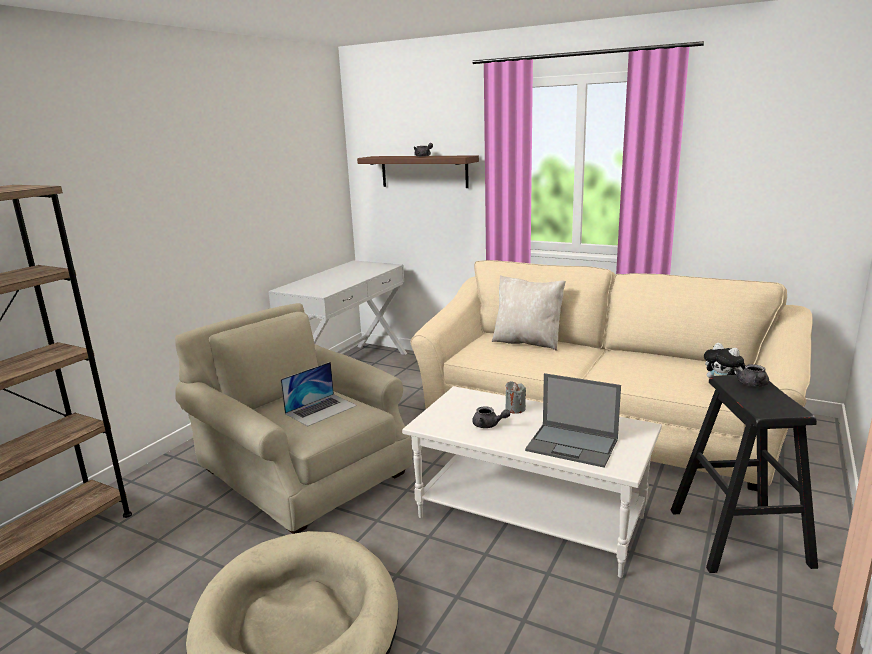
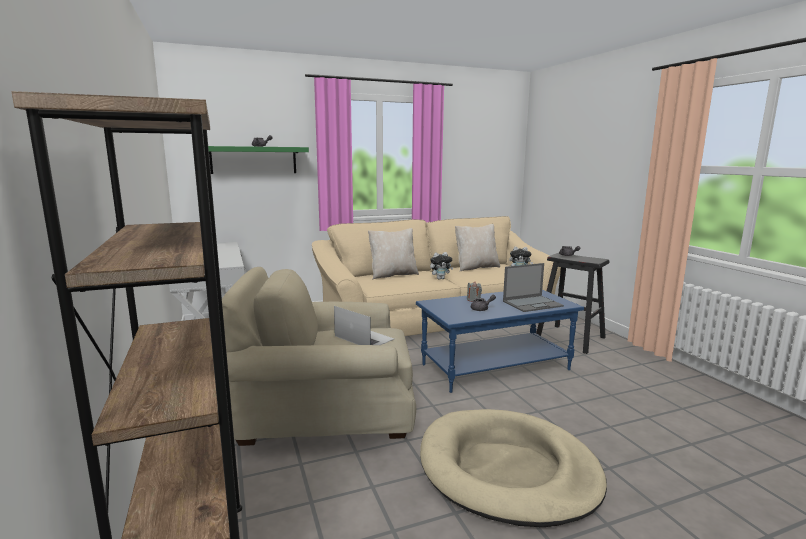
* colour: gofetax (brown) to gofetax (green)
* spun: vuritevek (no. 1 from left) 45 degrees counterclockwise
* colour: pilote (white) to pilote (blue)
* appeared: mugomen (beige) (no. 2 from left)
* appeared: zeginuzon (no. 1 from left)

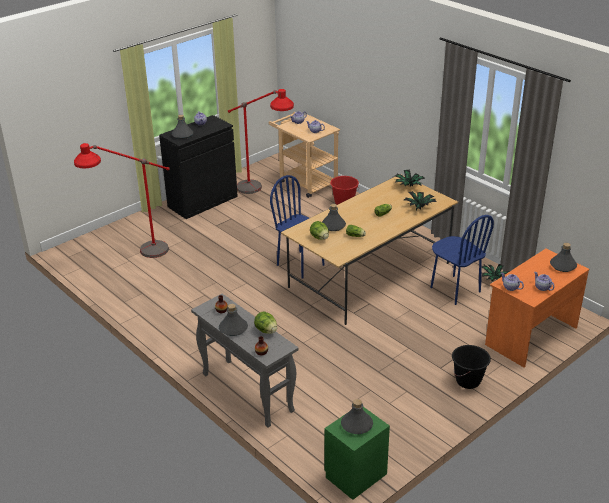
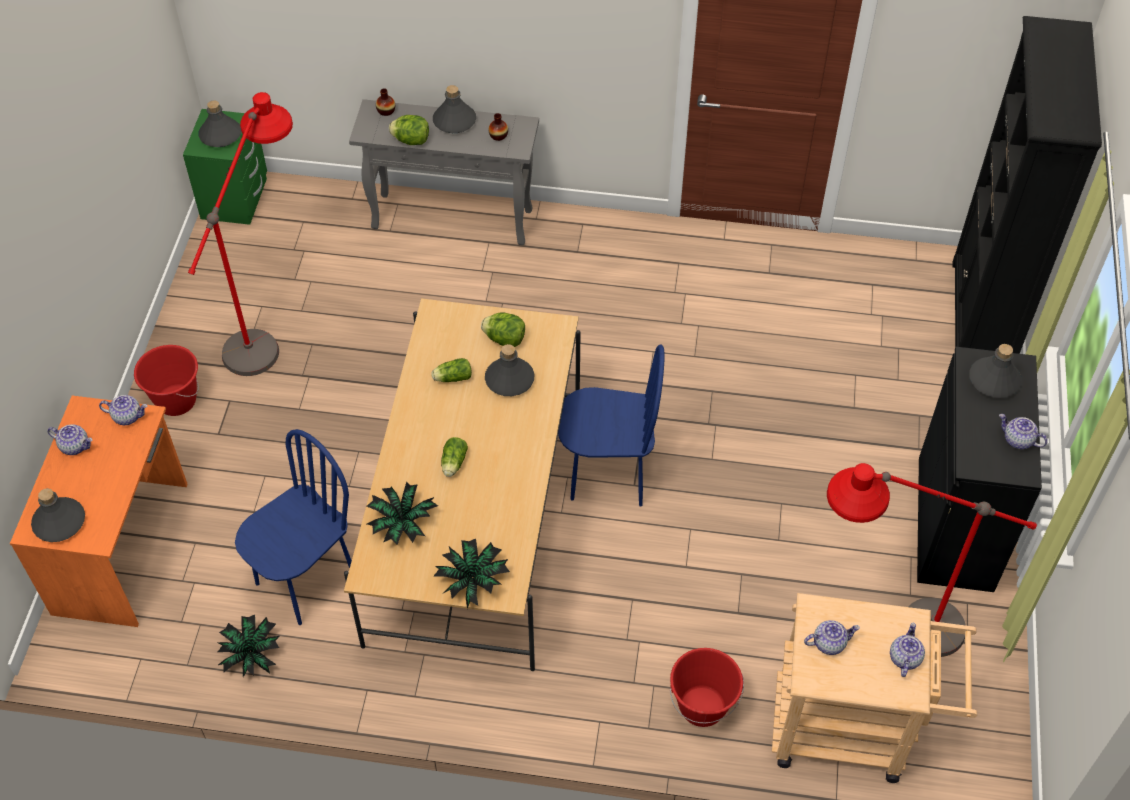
* relocated: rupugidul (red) (no. 1 from left)
* spun: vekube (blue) (no. 2 from left in the first image) 120 degrees clockwise
* colour: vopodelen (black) to vopodelen (red) (no. 1 from left)
* appeared: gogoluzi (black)

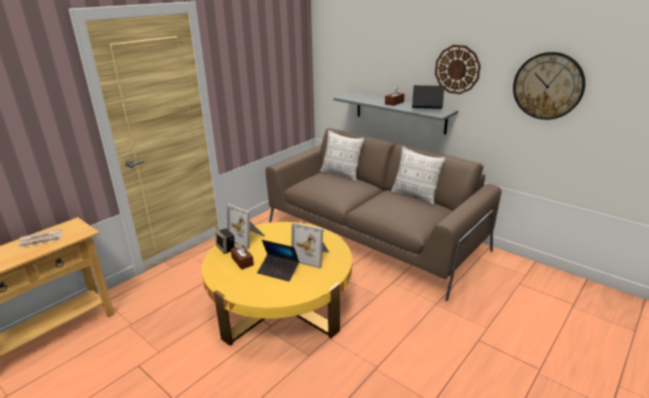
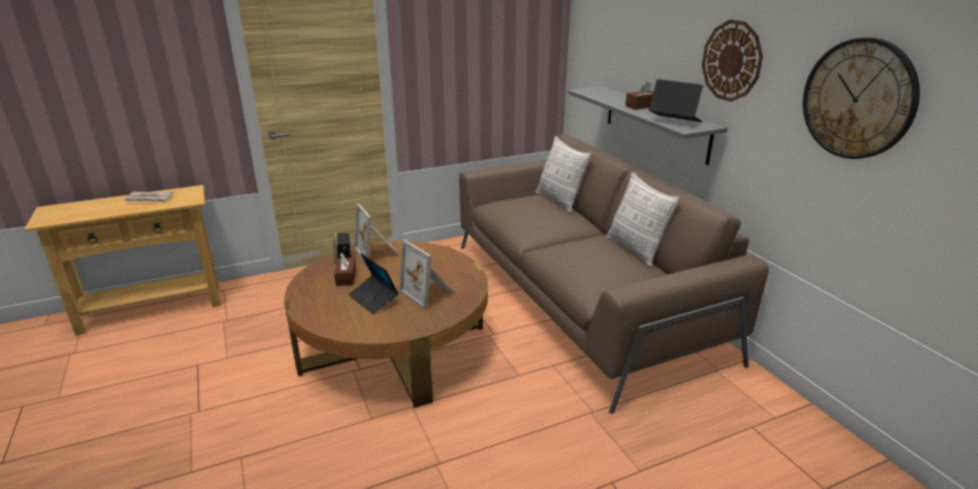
* colour: pilote (yellow) to pilote (brown)

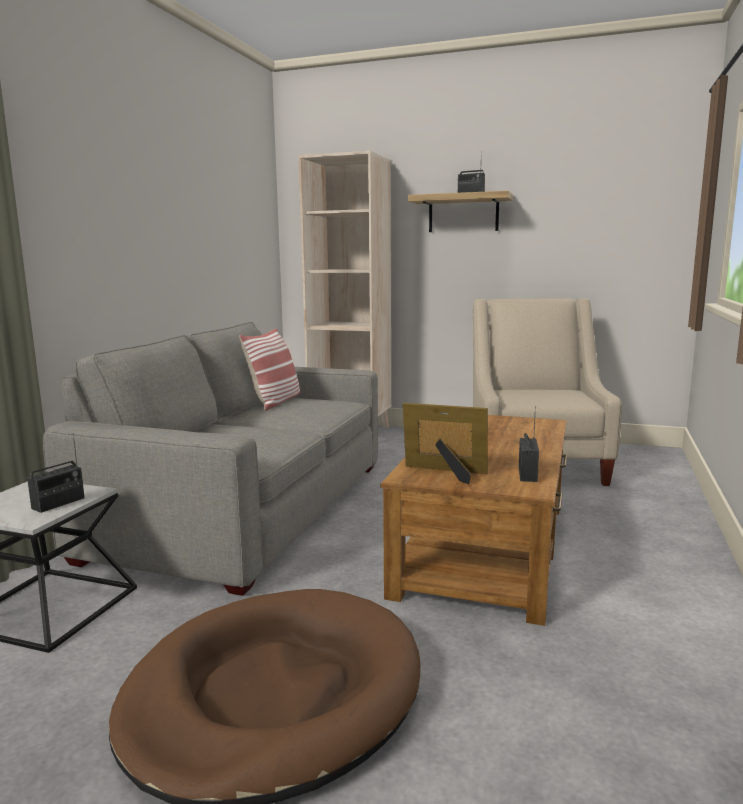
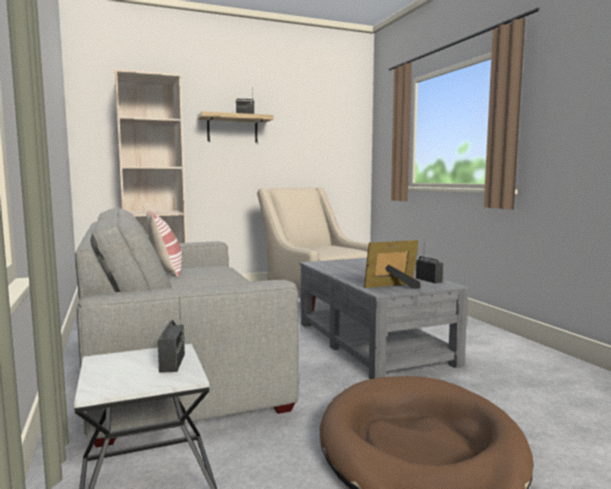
* colour: pilote (brown) to pilote (grey)

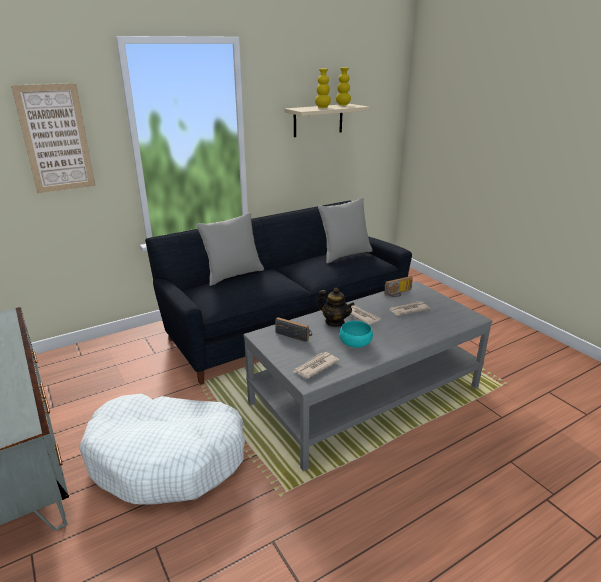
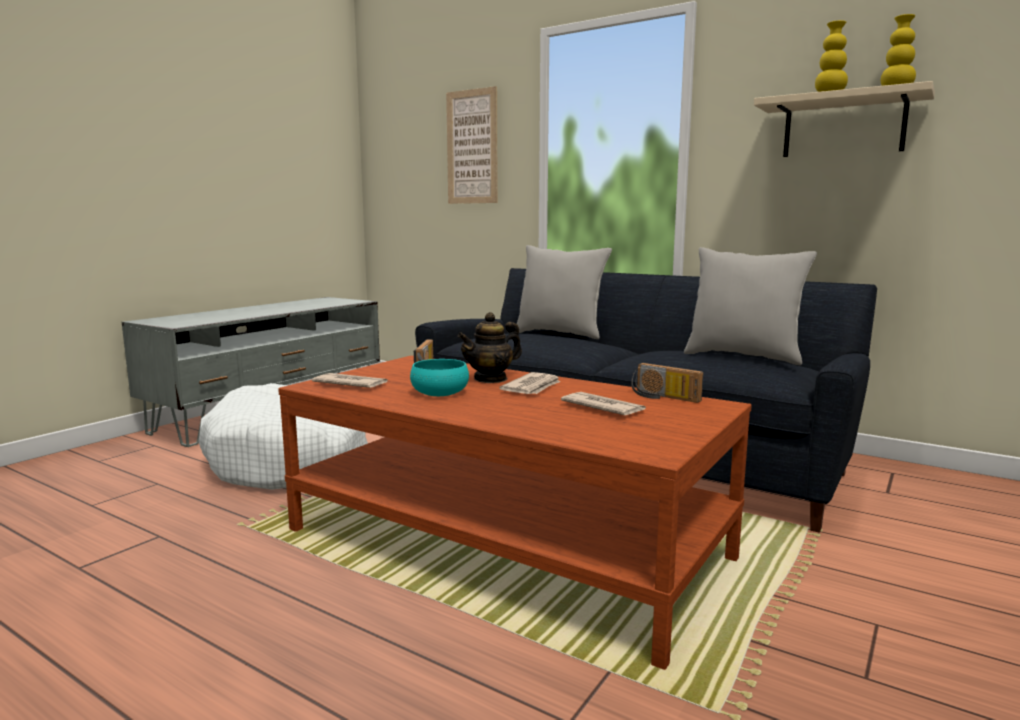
* colour: pilote (grey) to pilote (brown)
* spun: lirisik 45 degrees clockwise

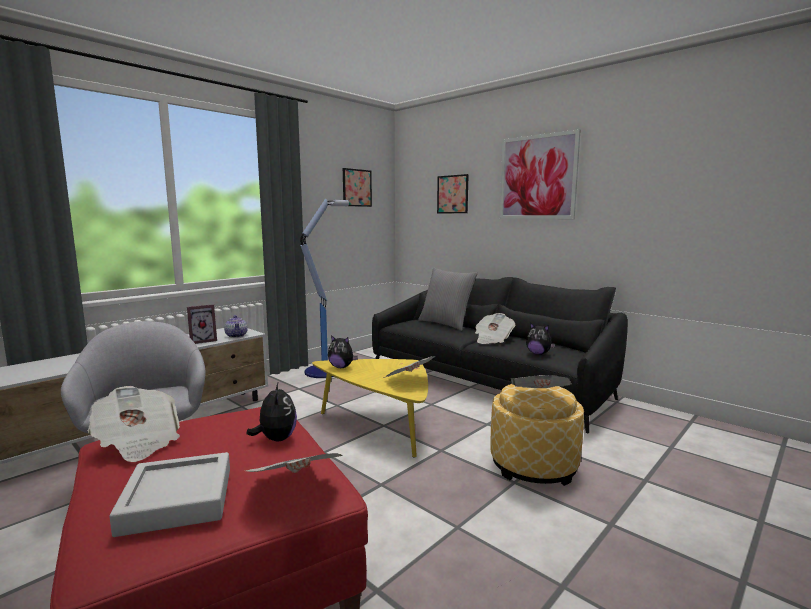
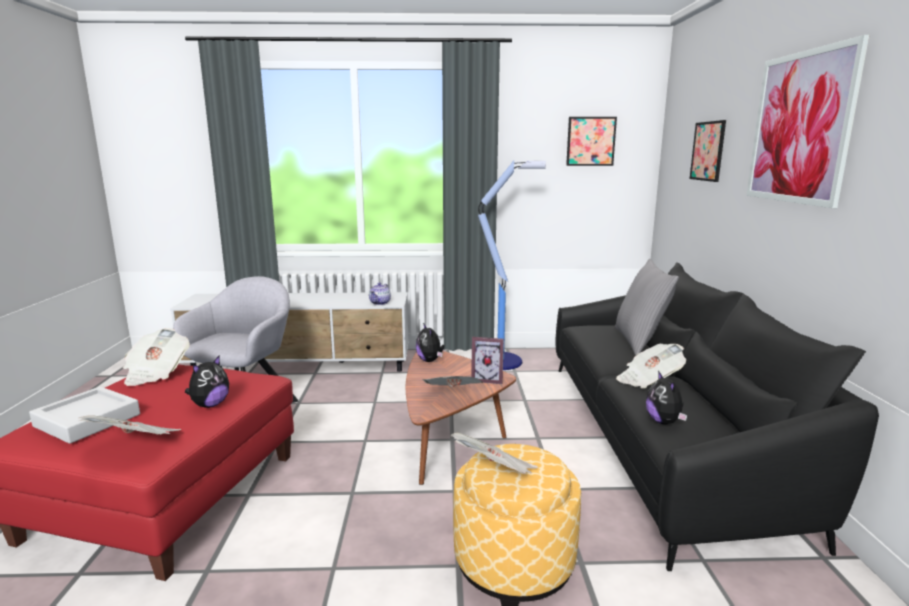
* relocated: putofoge
* colour: pilote (yellow) to pilote (brown)

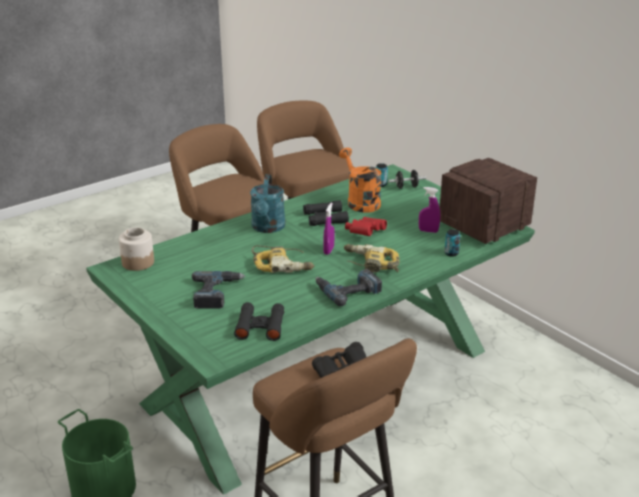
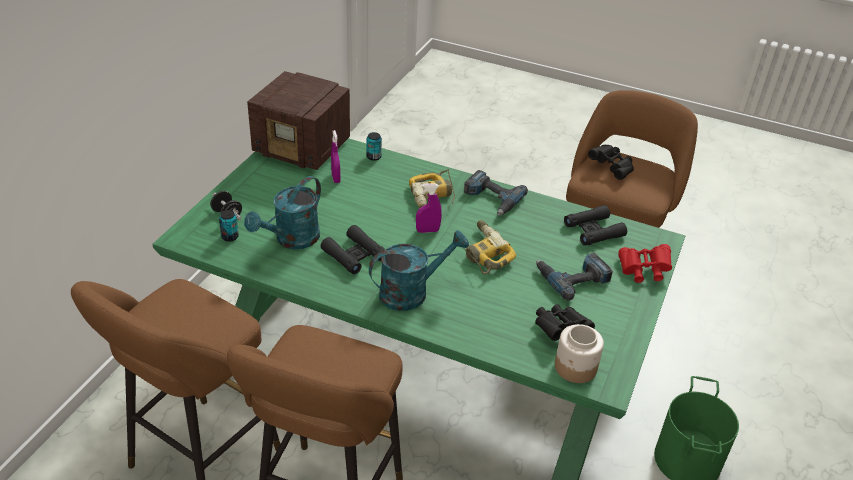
* colour: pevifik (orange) to pevifik (turquoise) (no. 1 from left)
* relocated: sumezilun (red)
* appeared: sumezilun (black) (no. 2 from left)

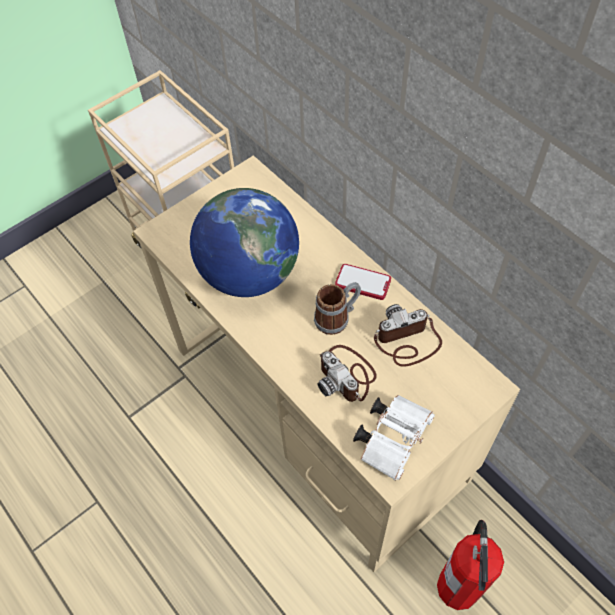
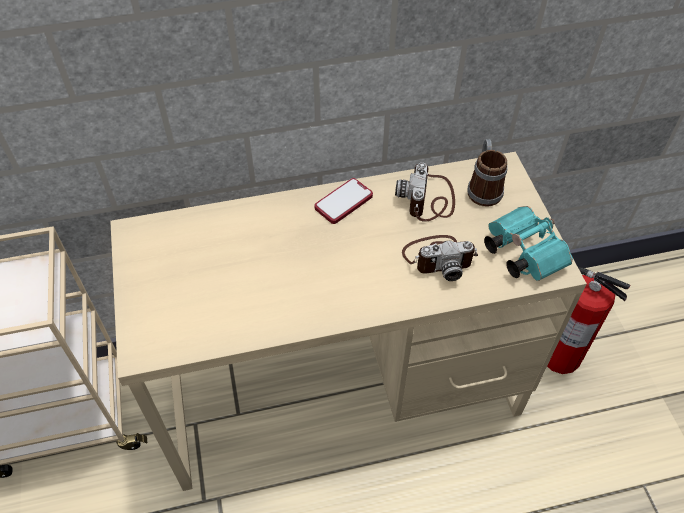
* missing: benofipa
* relocated: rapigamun
* colour: sumezilun (white) to sumezilun (turquoise)

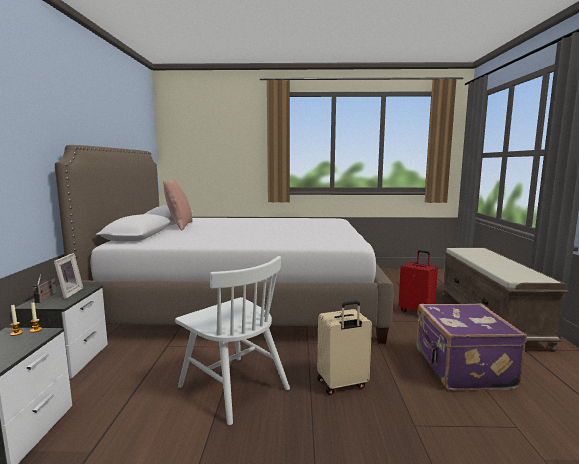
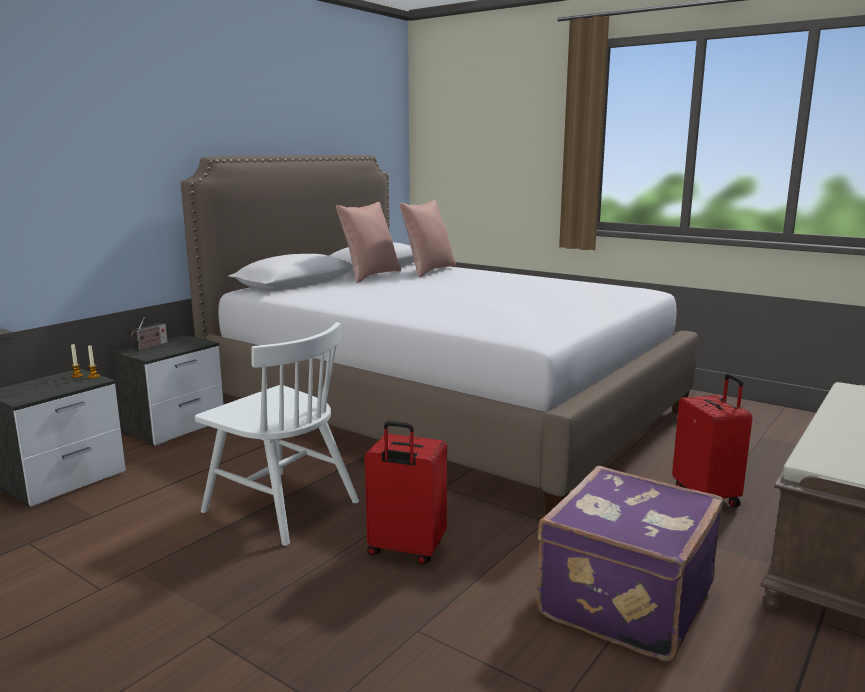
* missing: putofoge
* spun: vekube (white) 45 degrees counterclockwise
* colour: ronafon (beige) to ronafon (red) (no. 1 from left)
* appeared: mugomen (pink) (no. 2 from left)

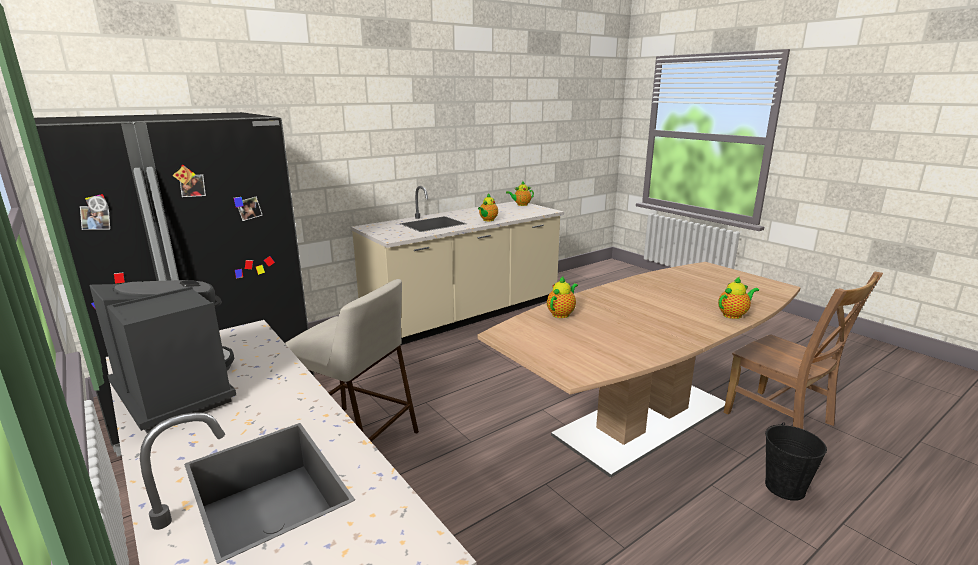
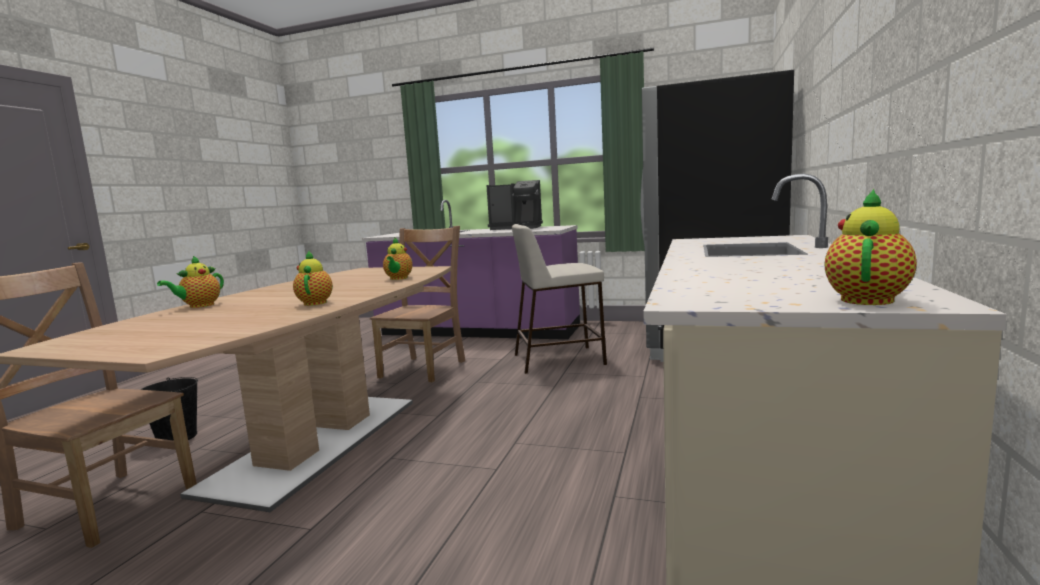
* relocated: lirisik (no. 1 from left in the first image) to lirisik (no. 2 from left)
* appeared: vekube (brown) (no. 2 from left)

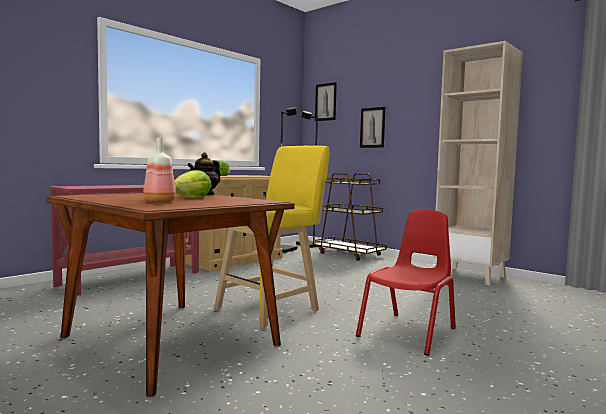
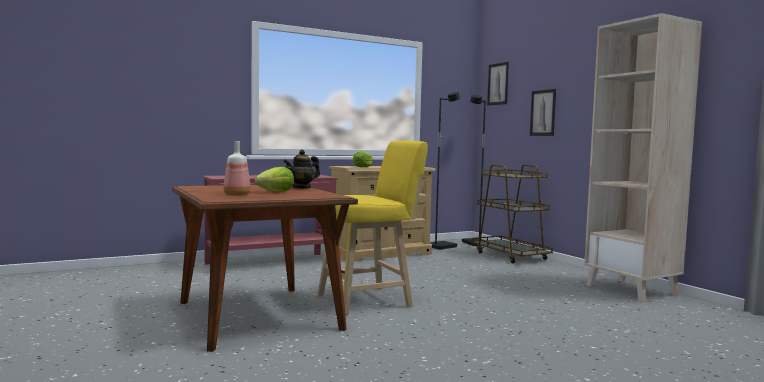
* missing: vekube (red)

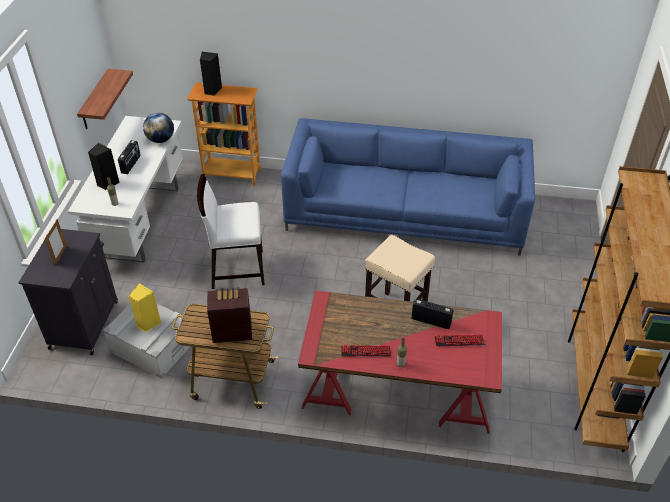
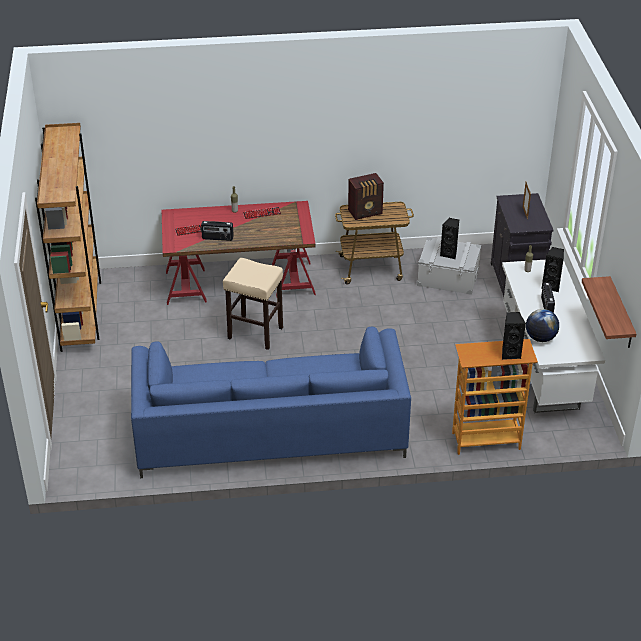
* missing: vekube (white)
* colour: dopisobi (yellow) to dopisobi (black) (no. 1 from left)

